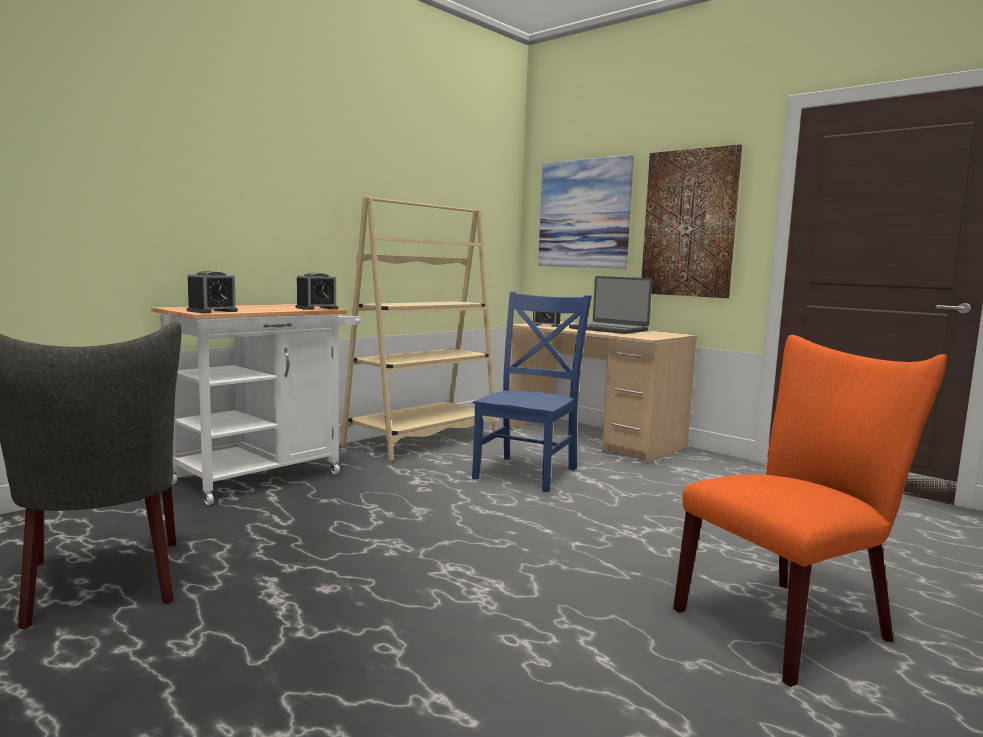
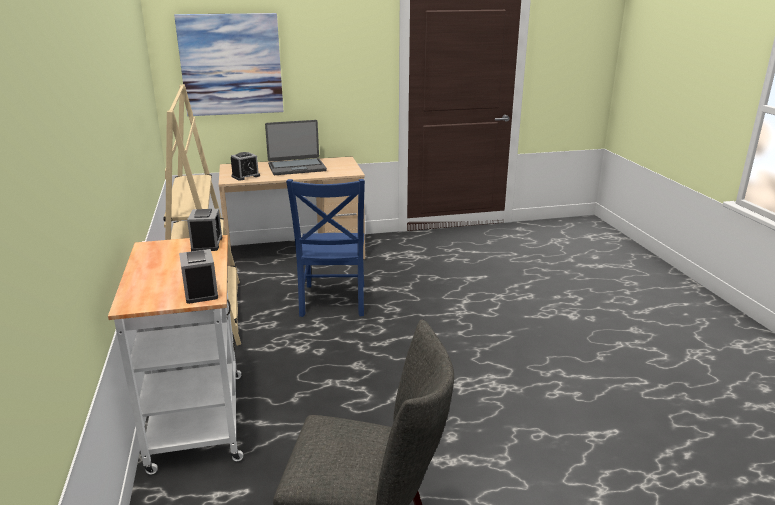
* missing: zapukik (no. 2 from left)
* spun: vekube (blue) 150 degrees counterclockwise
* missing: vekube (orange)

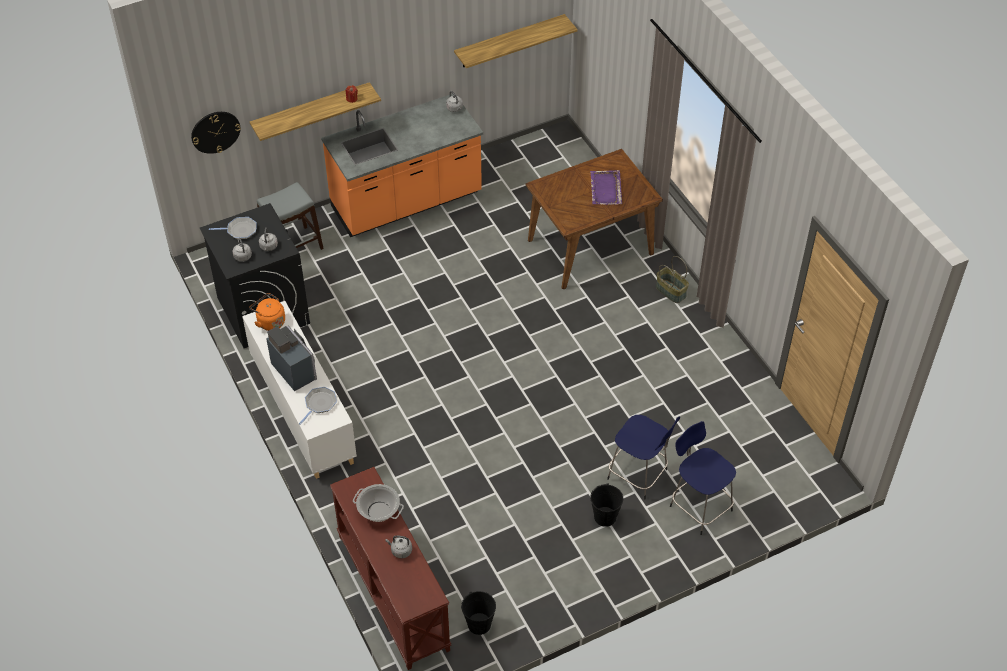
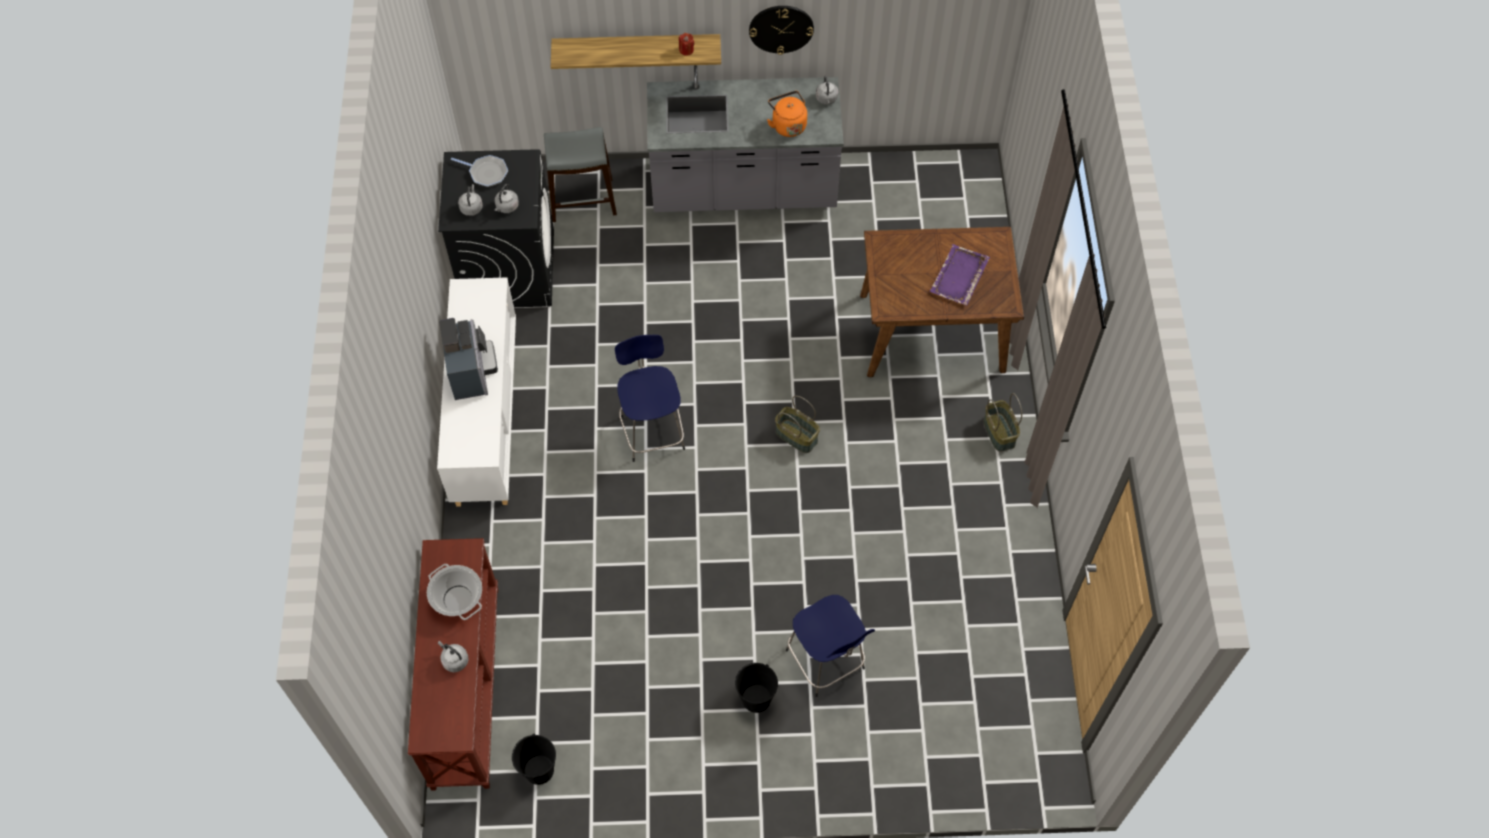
* missing: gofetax (no. 2 from left)
* colour: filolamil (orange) to filolamil (grey)
* relocated: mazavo
* relocated: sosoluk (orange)
* missing: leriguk (no. 2 from left)
* relocated: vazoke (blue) (no. 2 from left in the first image) to vazoke (blue) (no. 1 from left)
* appeared: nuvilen (no. 1 from left)

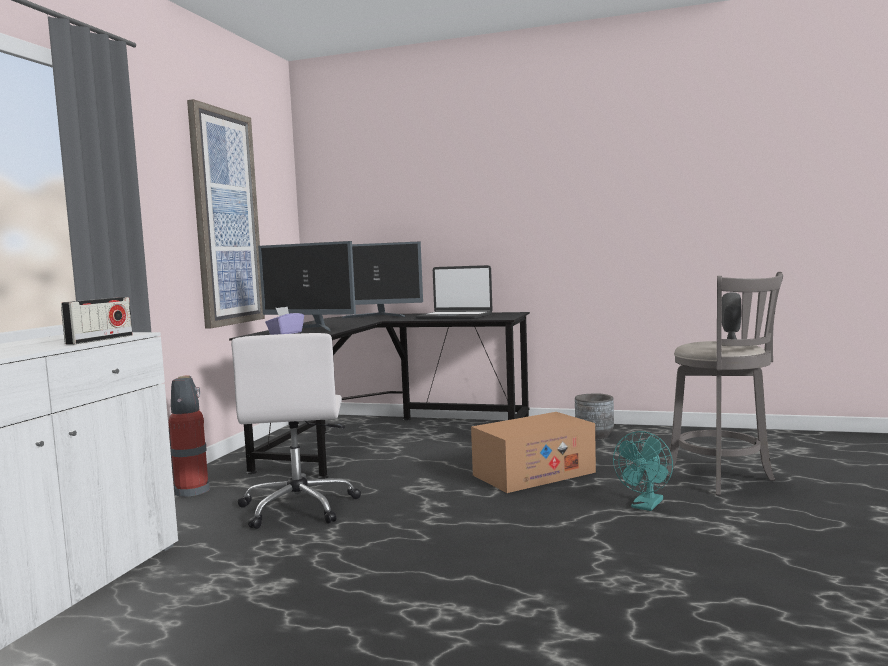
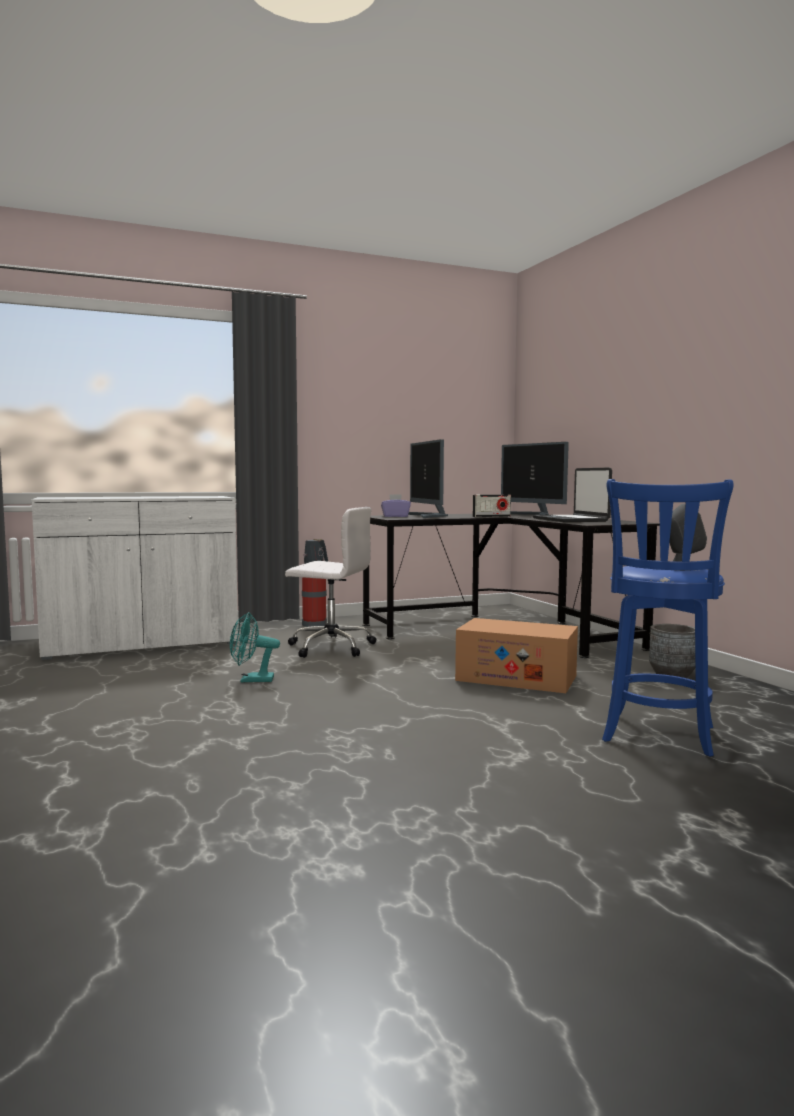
* missing: zapukik
* colour: vazoke (grey) to vazoke (blue)
* relocated: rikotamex
* spun: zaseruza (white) 120 degrees counterclockwise
* relocated: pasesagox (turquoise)

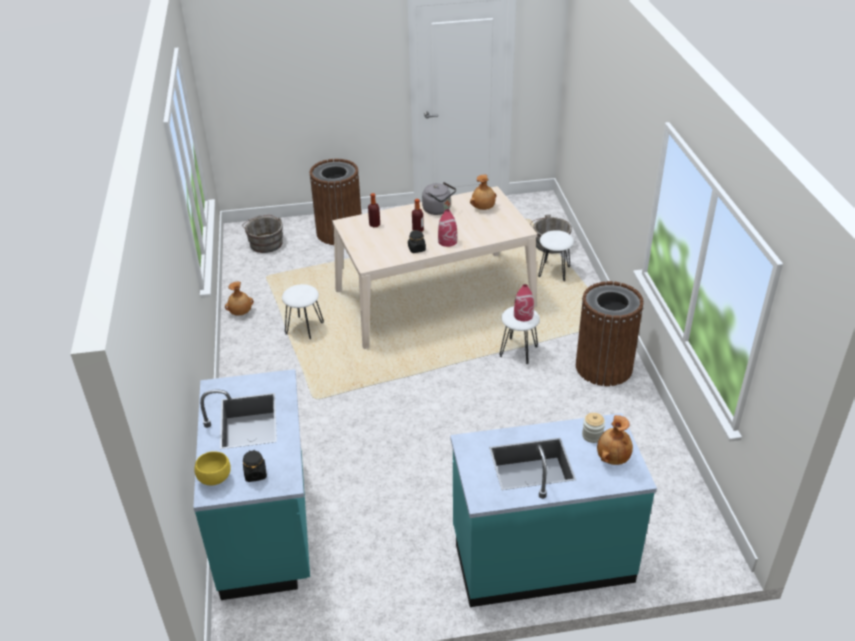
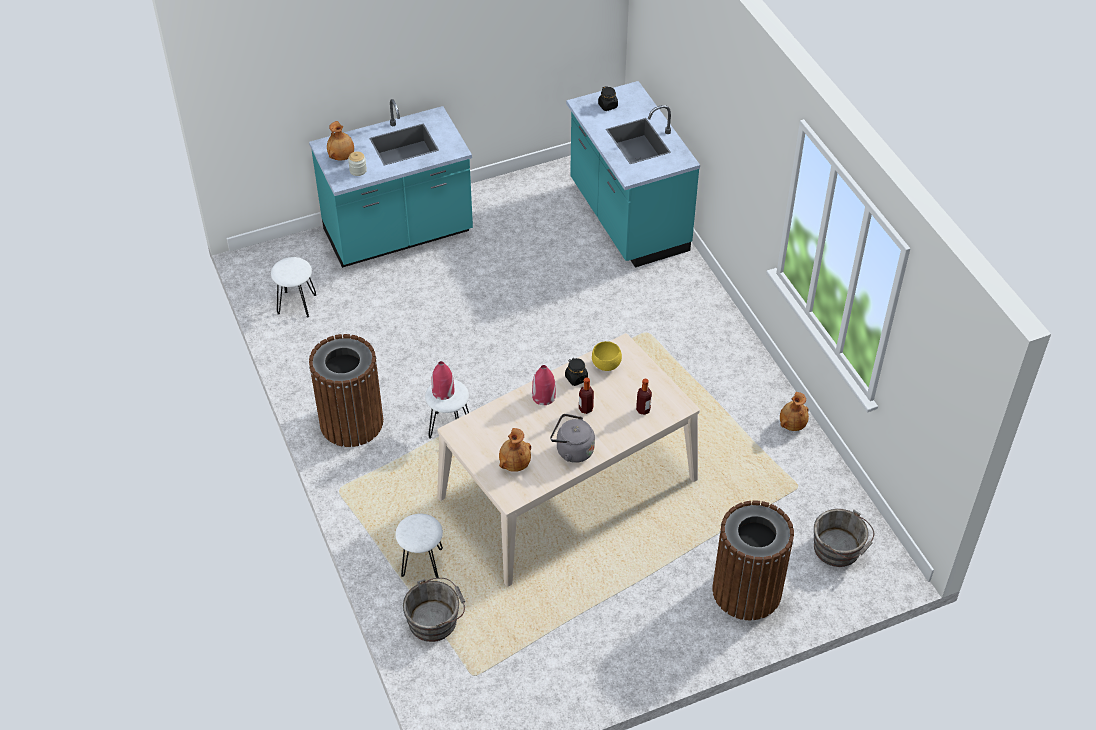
* relocated: vazoke (white) (no. 1 from left)
* relocated: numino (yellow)

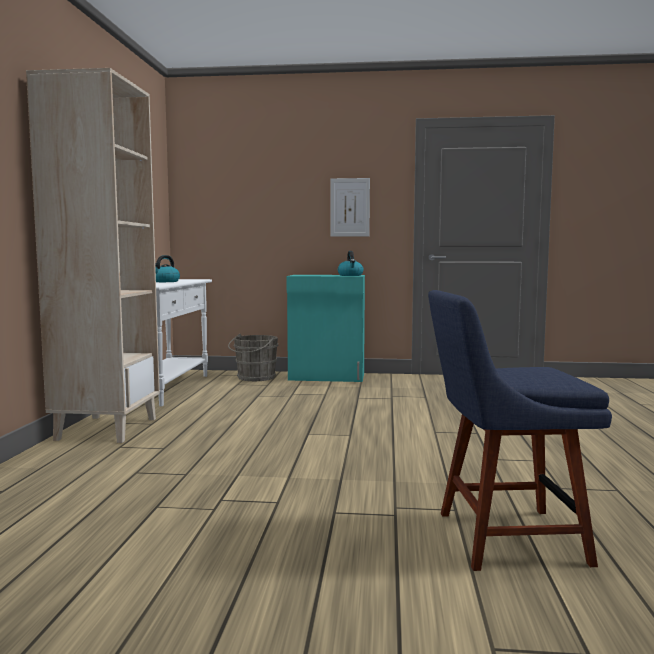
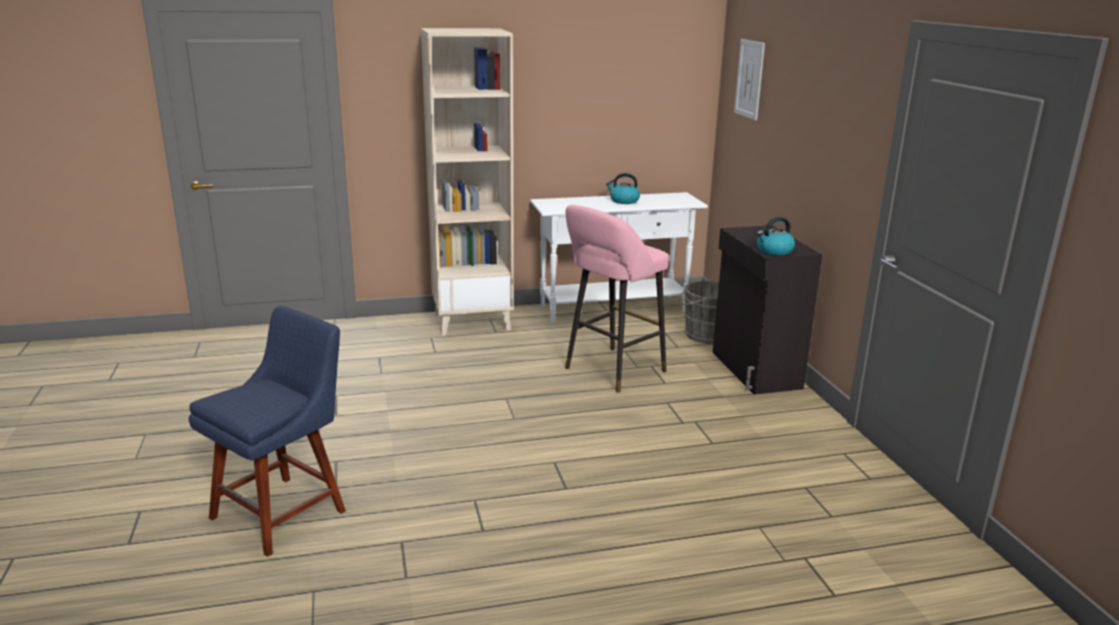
* relocated: zapukik
* colour: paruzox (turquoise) to paruzox (black)
* spun: vekube (blue) 60 degrees clockwise
* appeared: vazoke (pink)

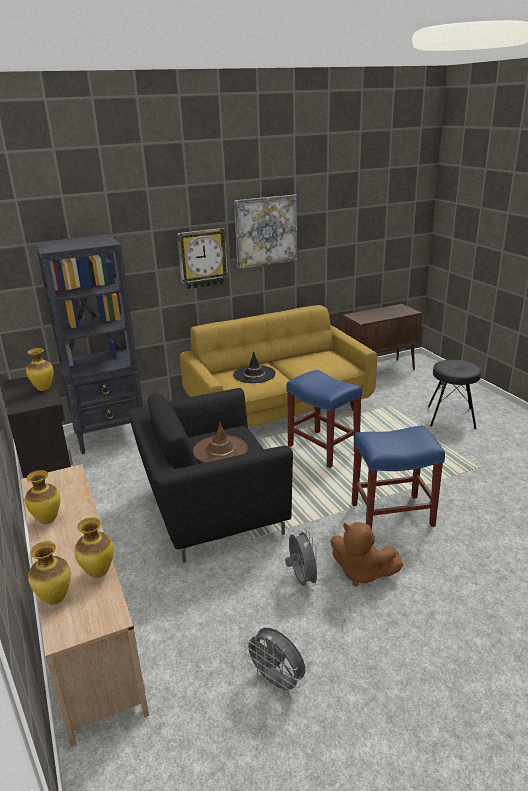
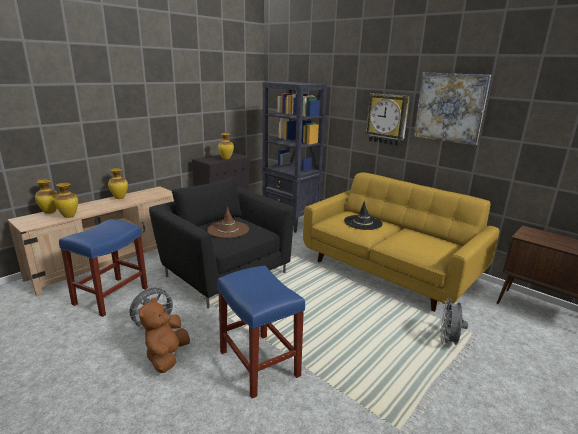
* missing: vazoke (black)
* relocated: vazoke (blue) (no. 1 from left)
* relocated: pasesagox (grey) (no. 1 from left in the first image) to pasesagox (grey) (no. 2 from left)

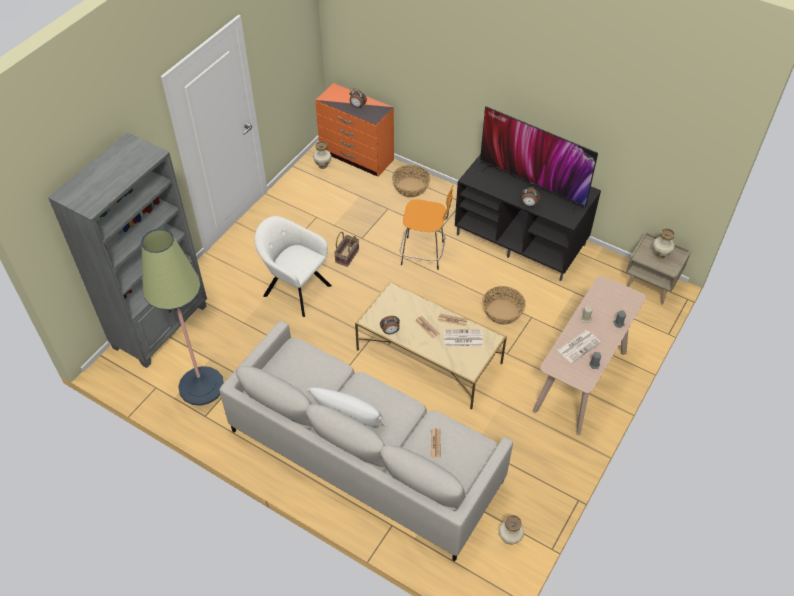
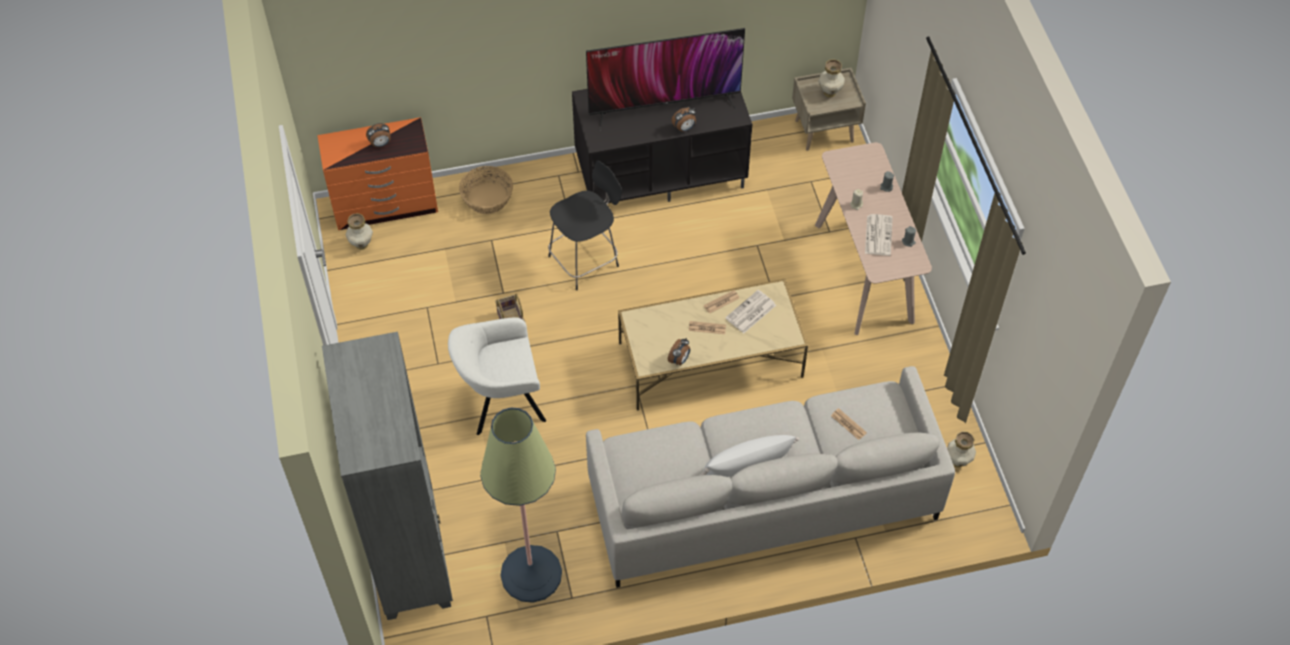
* colour: vazoke (orange) to vazoke (black)
* missing: nuvilen (no. 3 from left)

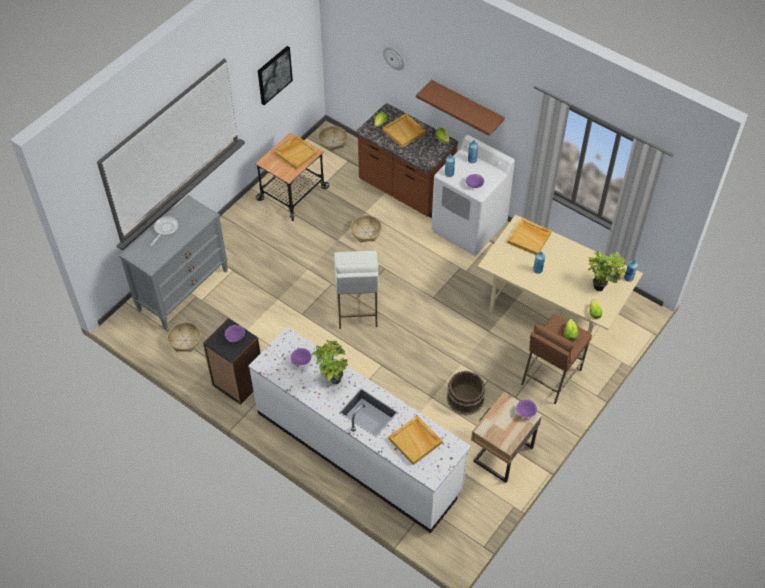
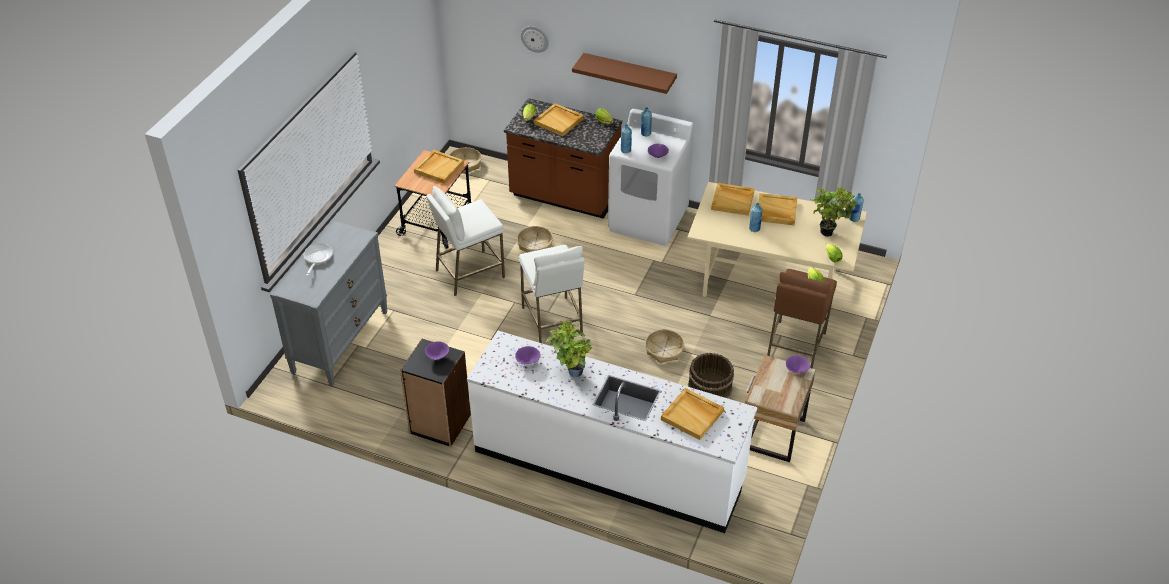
* missing: zapukik
* relocated: nuvilen (no. 1 from left in the first image) to nuvilen (no. 3 from left)
* appeared: vazoke (white) (no. 1 from left)
* appeared: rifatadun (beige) (no. 5 from left)

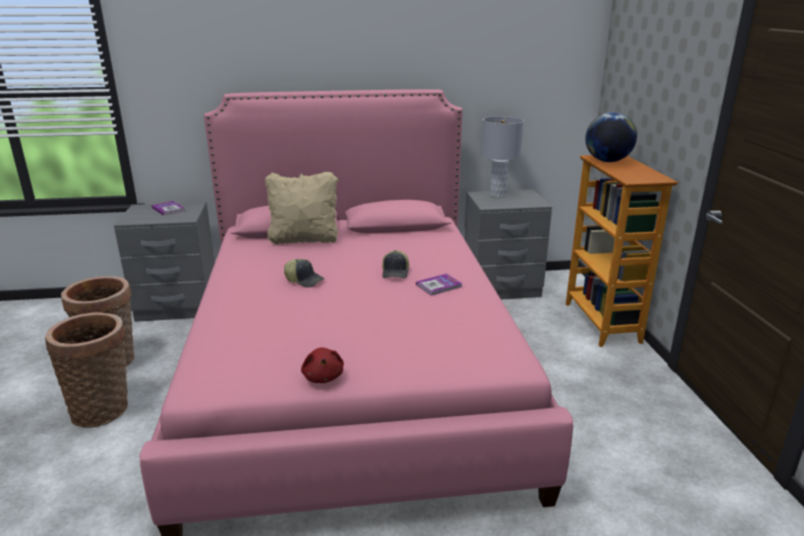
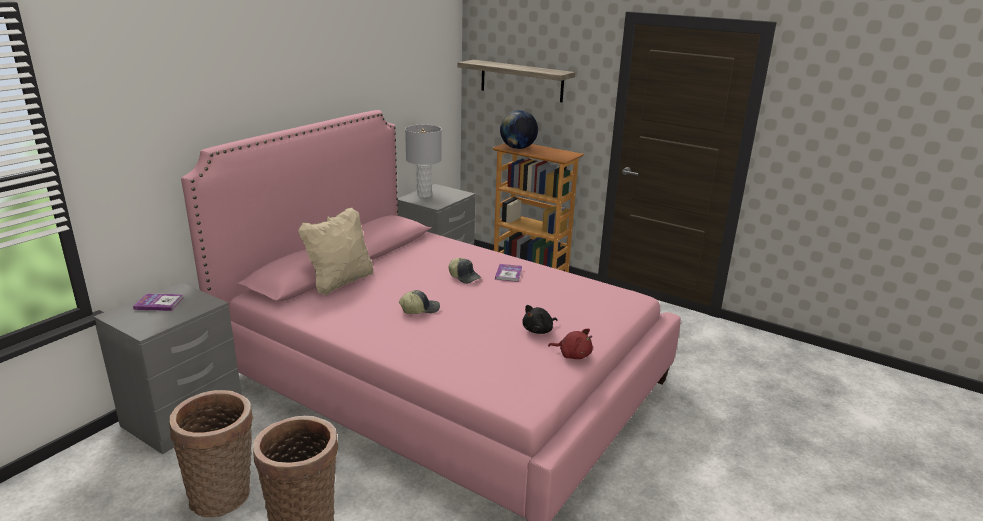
* appeared: gofetax
* appeared: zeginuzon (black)

